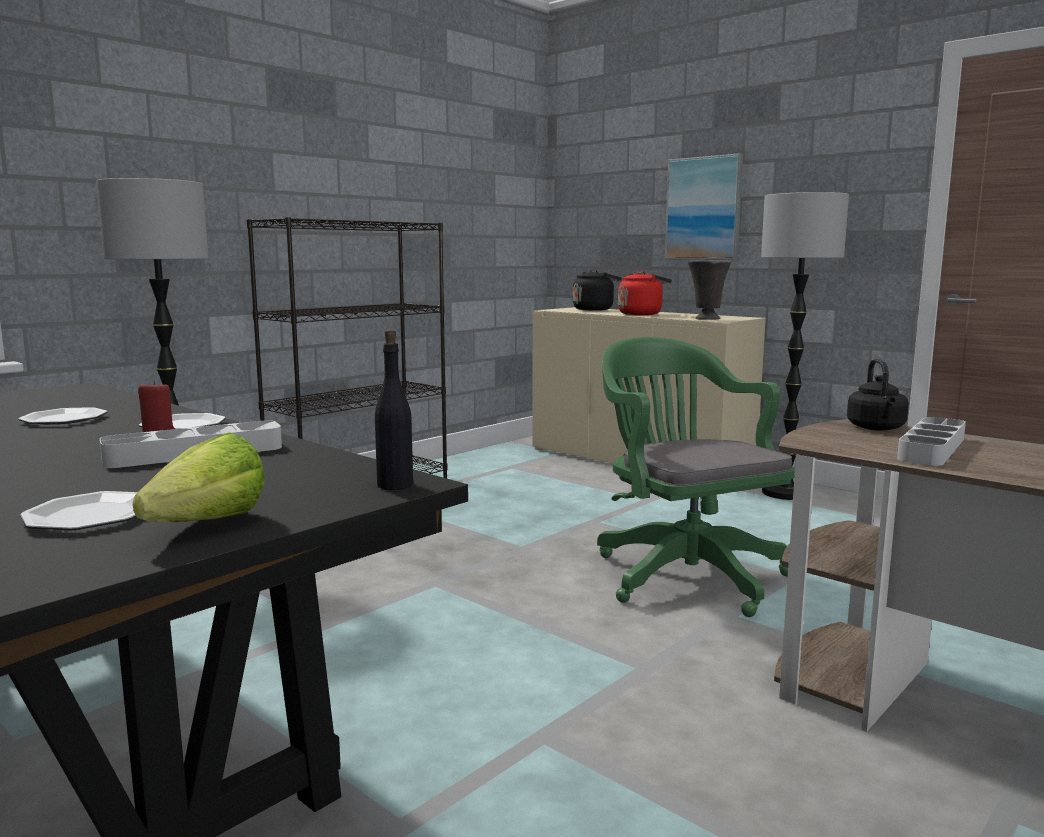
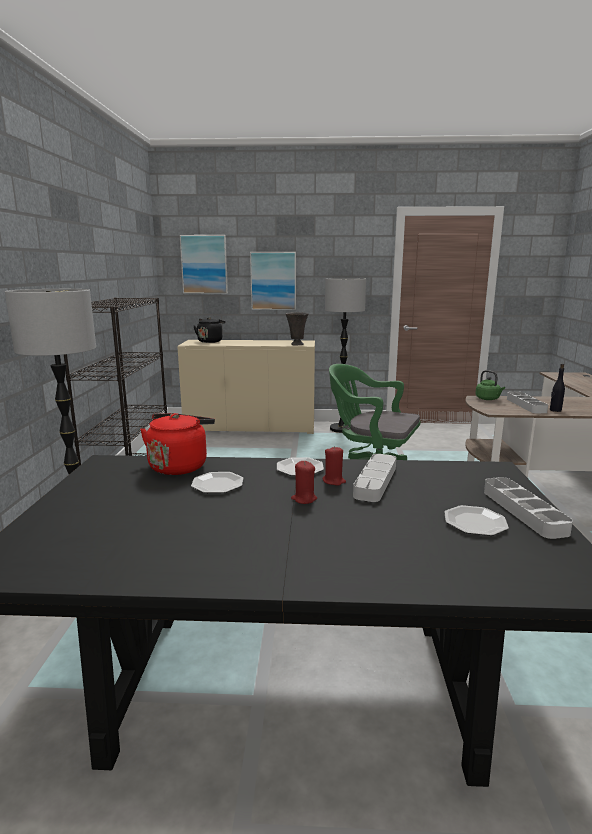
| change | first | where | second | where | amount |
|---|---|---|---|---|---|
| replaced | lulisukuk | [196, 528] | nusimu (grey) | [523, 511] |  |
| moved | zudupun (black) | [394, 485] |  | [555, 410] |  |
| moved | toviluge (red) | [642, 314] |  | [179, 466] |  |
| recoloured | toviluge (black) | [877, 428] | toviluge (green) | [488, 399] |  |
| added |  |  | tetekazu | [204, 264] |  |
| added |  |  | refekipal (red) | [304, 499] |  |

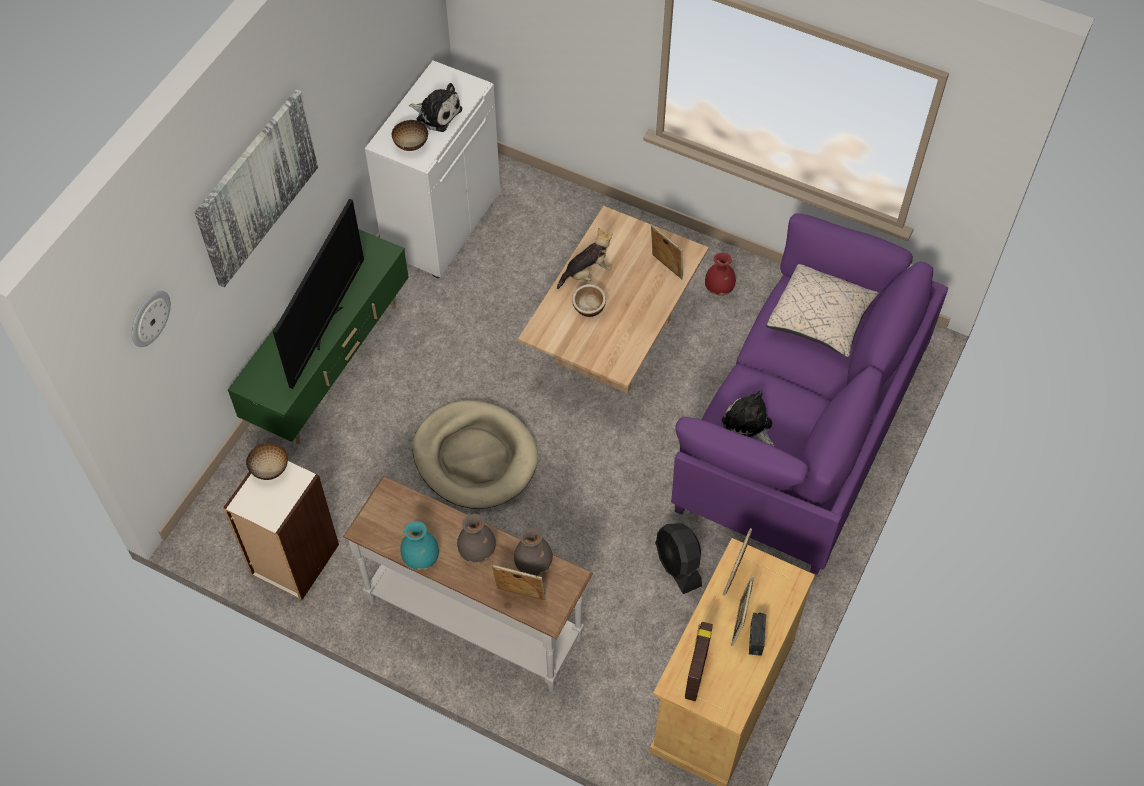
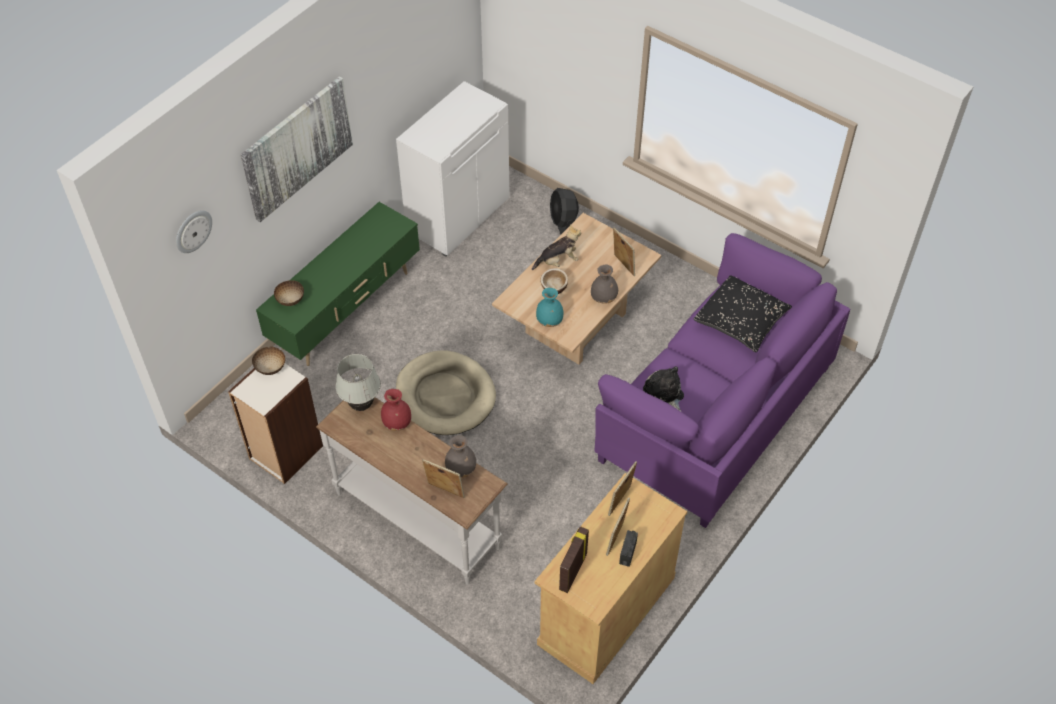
| change | first | where | second | where | amount |
|---|---|---|---|---|---|
| removed | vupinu | [325, 326] |  |  |  |
| moved | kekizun | [411, 144] |  | [290, 300] |  |
| moved | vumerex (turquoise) | [421, 558] |  | [550, 321] |  |
| removed | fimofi | [437, 114] |  |  |  |
| moved | vumerex (grey) | [478, 550] |  | [604, 298] |  |
| moved | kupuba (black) | [678, 565] |  | [564, 224] |  |
| moved | vumerex (red) | [719, 288] |  | [397, 423] |  |
| recoloured | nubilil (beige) | [820, 319] | nubilil (black) | [741, 321] |  |
| added |  |  | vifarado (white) | [361, 405] |  |

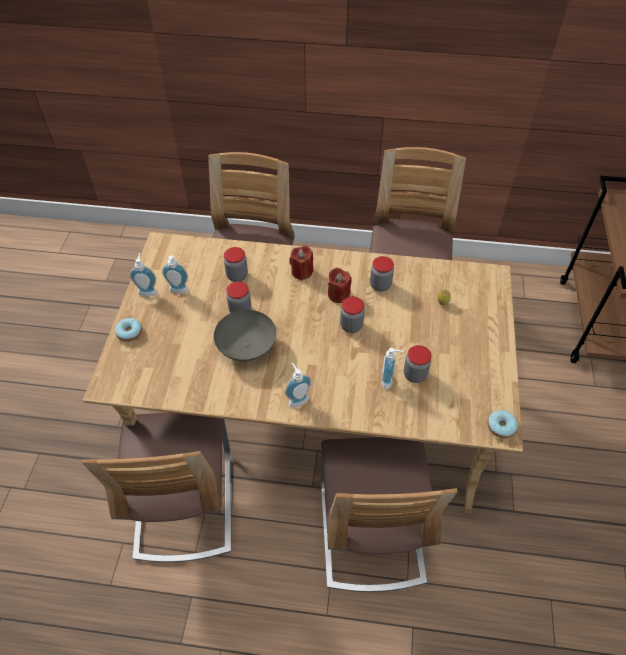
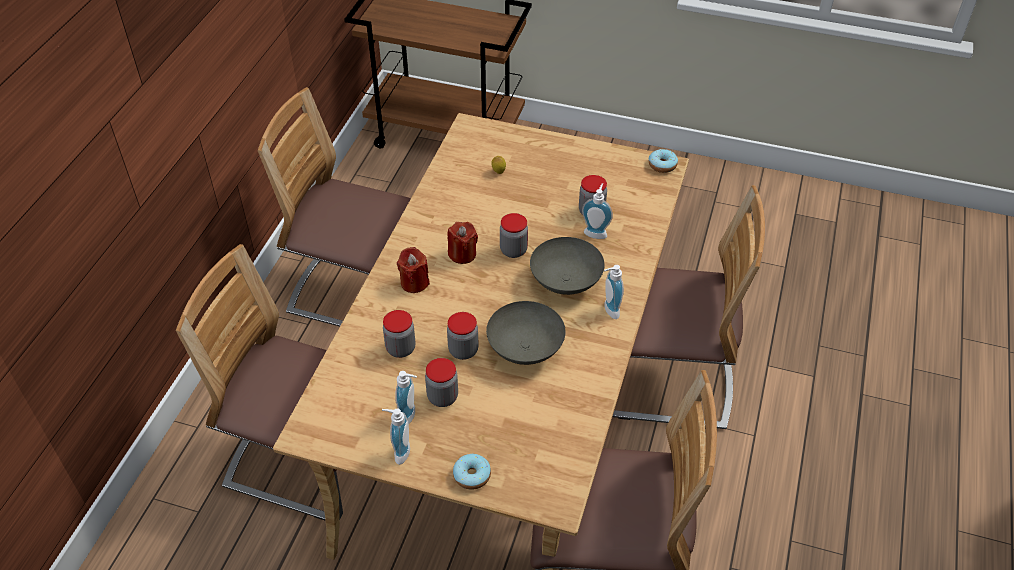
| change | first | where | second | where | amount |
|---|---|---|---|---|---|
| moved | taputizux | [380, 285] |  | [442, 397] |  |
| added |  |  | kekizun (grey) | [566, 281] |  |

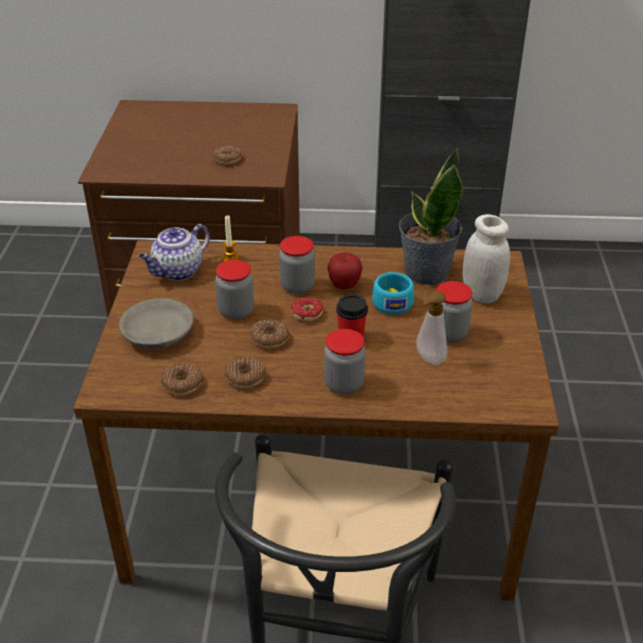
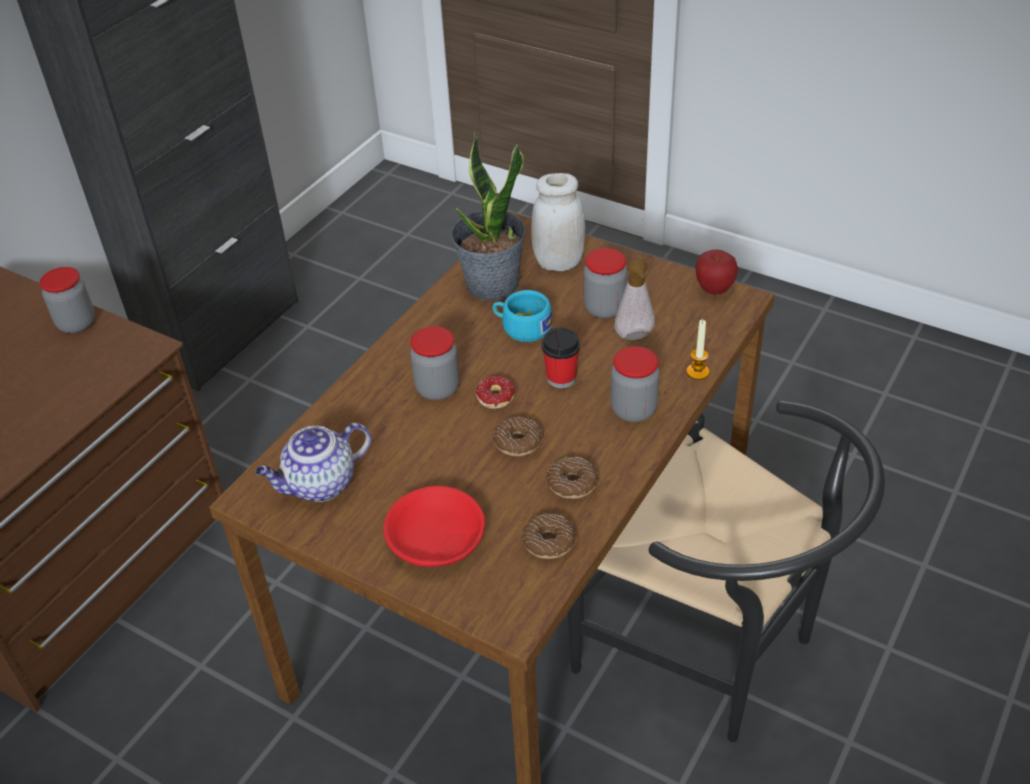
| change | first | where | second | where | amount |
|---|---|---|---|---|---|
| recoloured | kekizun (grey) | [157, 334] | kekizun (red) | [436, 540] |  |
| turned | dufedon | [177, 271] |  | [320, 485] | 75 degrees clockwise |
| removed | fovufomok | [227, 160] |  |  |  |
| moved | taputizux | [236, 311] |  | [76, 323] |  |
| moved | refekipal | [230, 258] |  | [697, 372] |  |
| moved | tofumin | [344, 286] |  | [714, 289] |  |

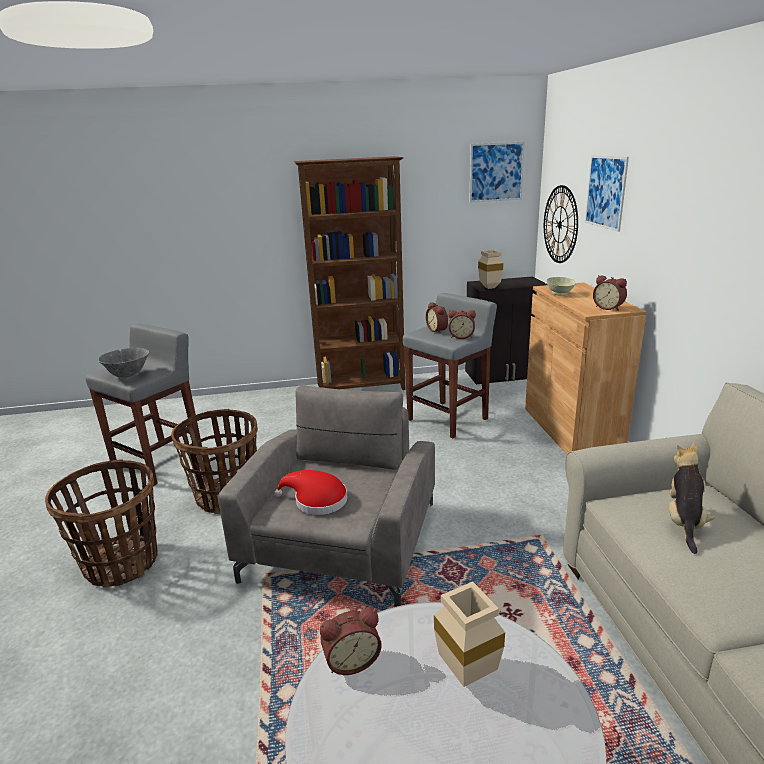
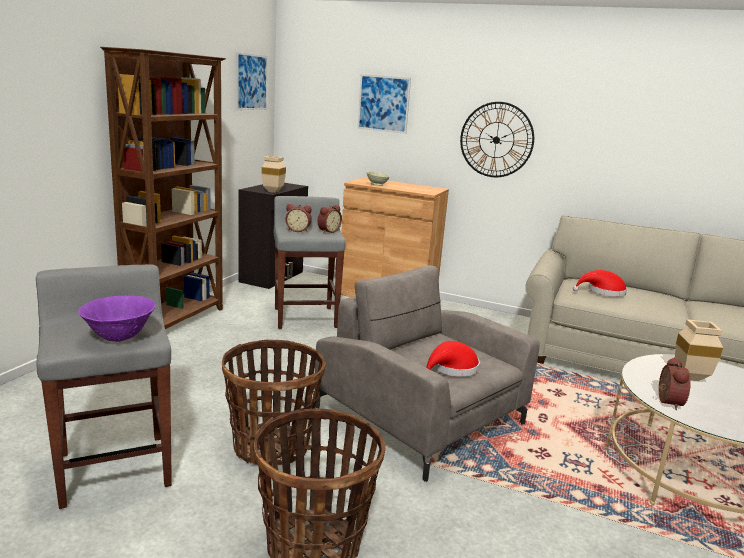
| change | first | where | second | where | amount |
|---|---|---|---|---|---|
| recoloured | kekizun (grey) | [128, 375] | kekizun (purple) | [119, 338] |  |
| moved | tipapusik | [560, 224] |  | [496, 140] |  |
| removed | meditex | [609, 308] |  |  |  |
| replaced | fimofi | [684, 521] | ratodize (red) | [603, 292] |  |

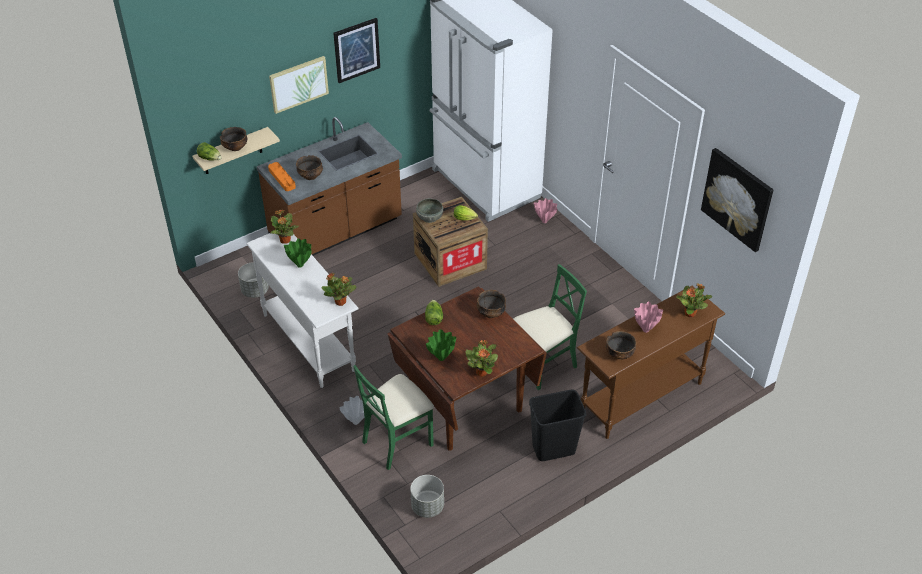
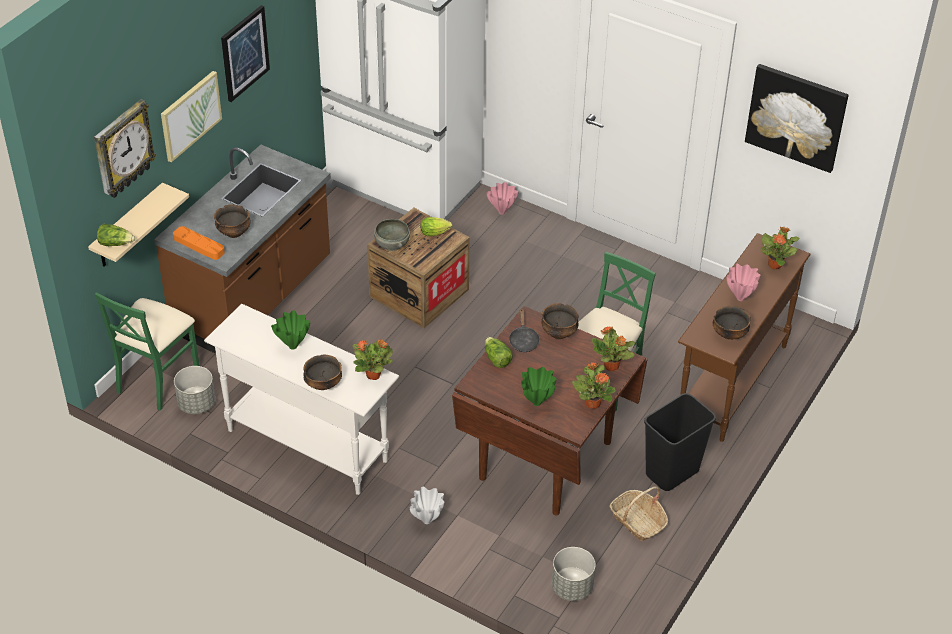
| change | first | where | second | where | amount |
|---|---|---|---|---|---|
| moved | kekizun | [235, 148] |  | [323, 384] |  |
| moved | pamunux | [285, 240] |  | [611, 366] |  |
| moved | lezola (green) | [397, 441] |  | [157, 379] |  |
| added |  |  | tipapusik | [122, 149] |  |
| added |  |  | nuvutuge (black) | [523, 340] |  |
| added |  |  | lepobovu | [638, 521] |  |

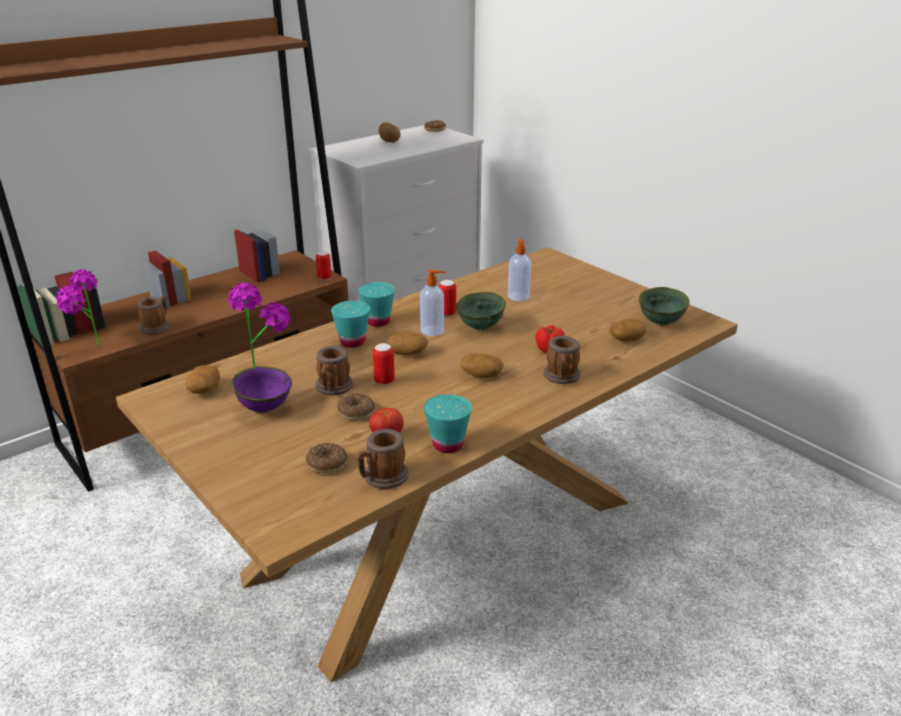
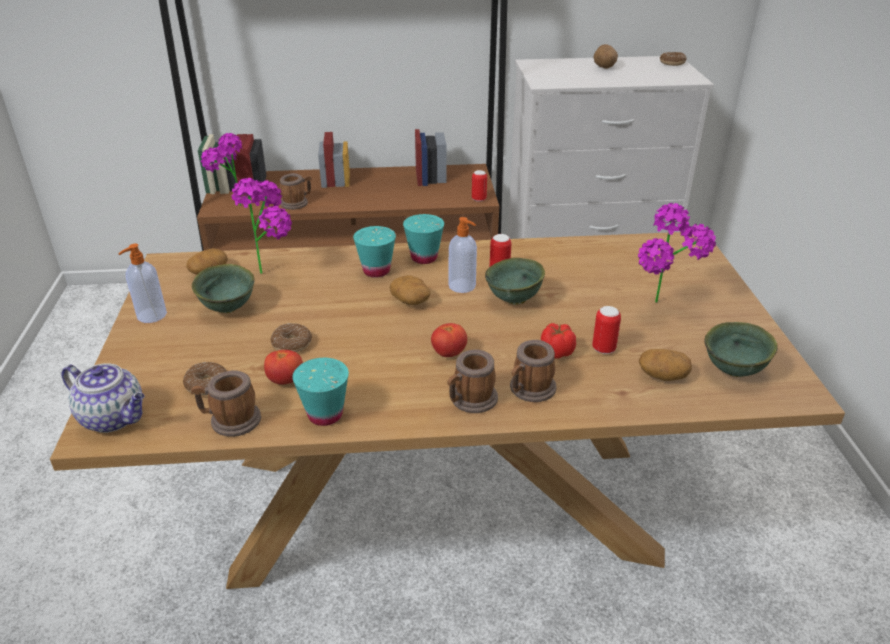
| change | first | where | second | where | amount |
|---|---|---|---|---|---|
| recoloured | kekizun (purple) | [264, 408] | kekizun (green) | [229, 308] |  |
| moved | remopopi | [333, 388] |  | [470, 401] |  |
| moved | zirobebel | [384, 381] |  | [603, 349] |  |
| replaced | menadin | [481, 375] | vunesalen | [449, 353] |  |
| moved | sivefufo | [518, 297] |  | [151, 316] |  |
| added |  |  | dufedon | [114, 418] |  |
| added |  |  | pamunux | [663, 309] |  |

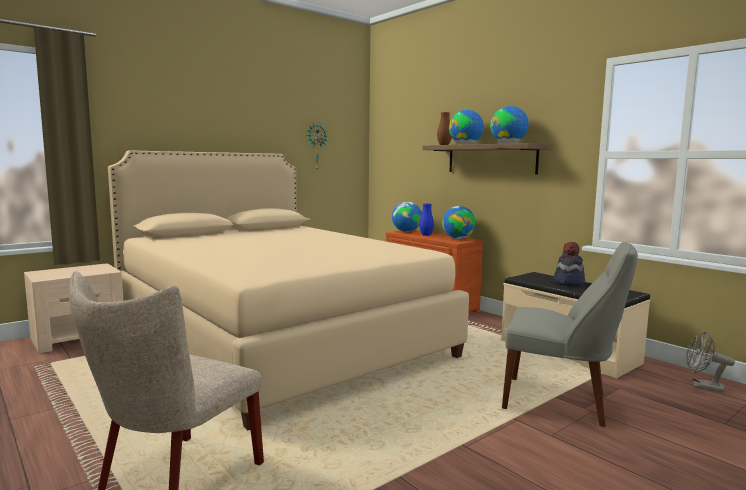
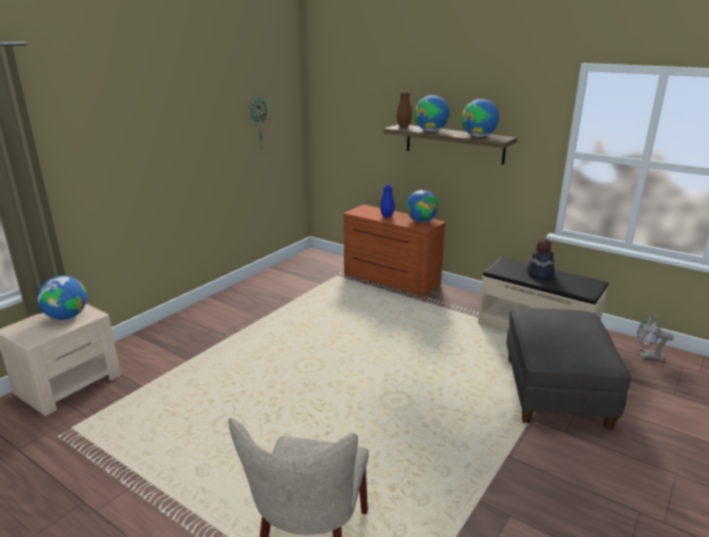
| change | first | where | second | where | amount |
|---|---|---|---|---|---|
| removed | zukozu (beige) | [276, 338] |  |  |  |
| moved | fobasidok | [406, 231] |  | [66, 316] |  |
| replaced | lezola (grey) | [560, 402] | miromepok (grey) | [556, 393] |  |

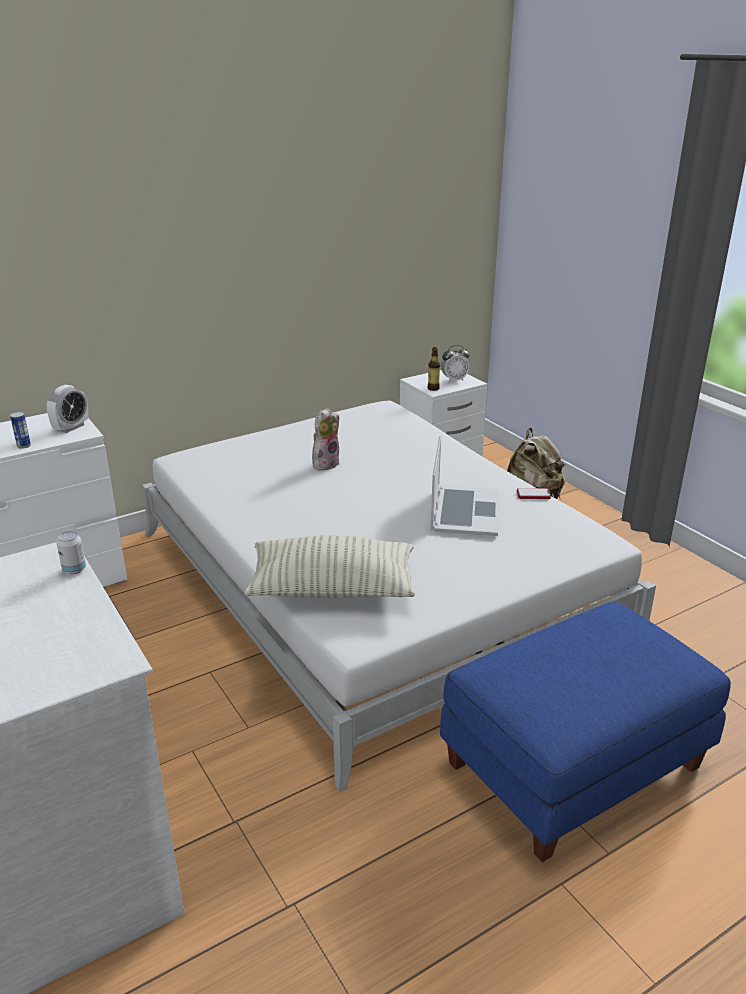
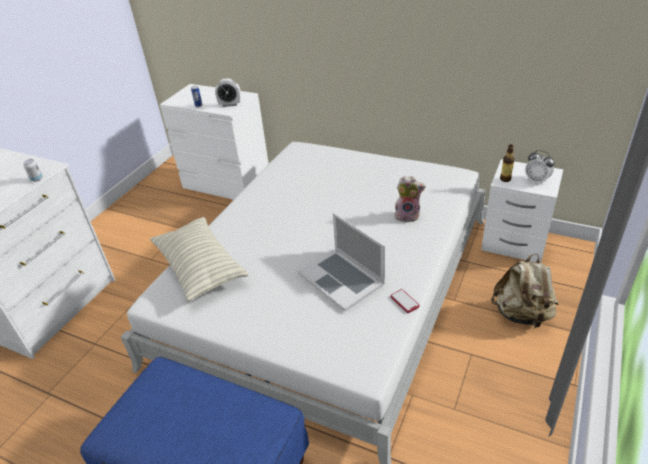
| change | first | where | second | where | amount |
|---|---|---|---|---|---|
| moved | fimofi | [325, 463] |  | [407, 216] |  |
| turned | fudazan | [464, 511] |  | [341, 278] | 75 degrees clockwise |

